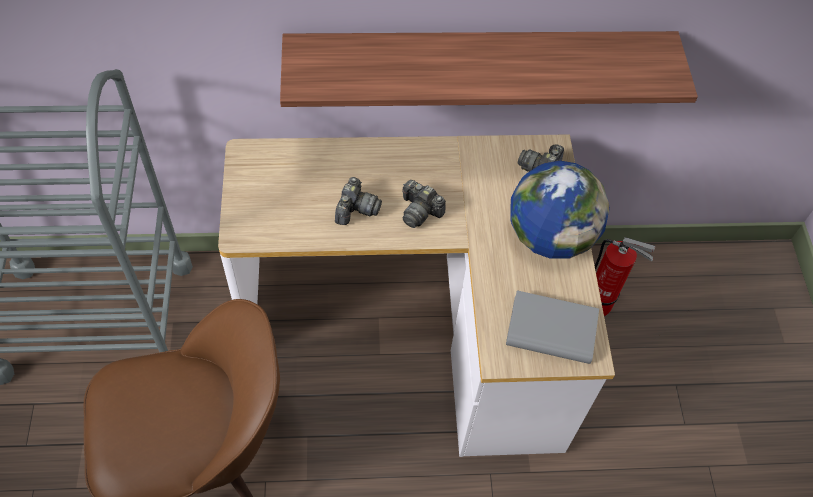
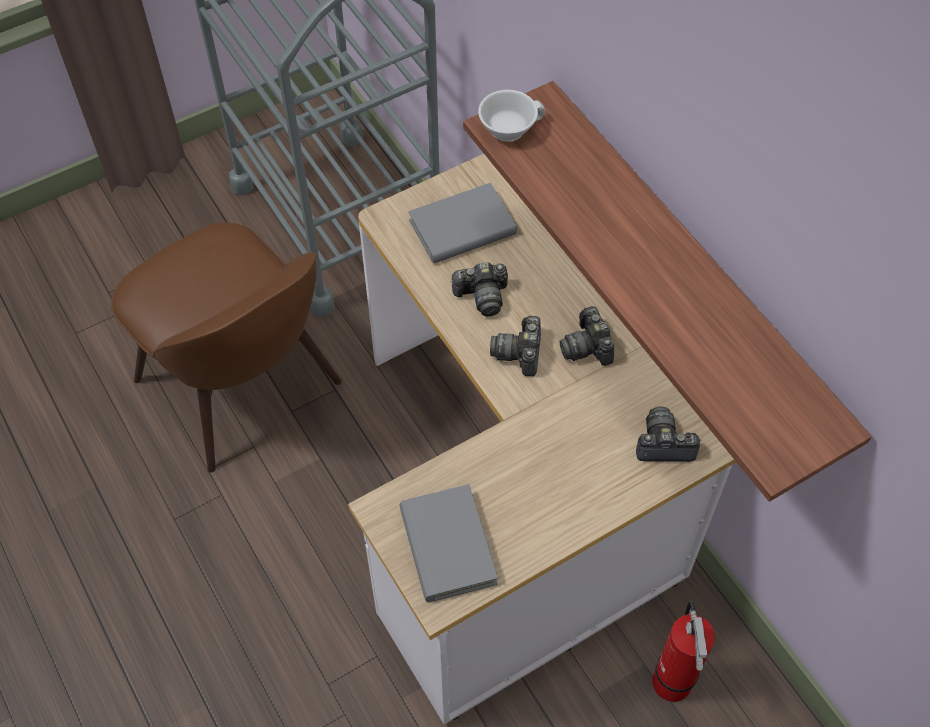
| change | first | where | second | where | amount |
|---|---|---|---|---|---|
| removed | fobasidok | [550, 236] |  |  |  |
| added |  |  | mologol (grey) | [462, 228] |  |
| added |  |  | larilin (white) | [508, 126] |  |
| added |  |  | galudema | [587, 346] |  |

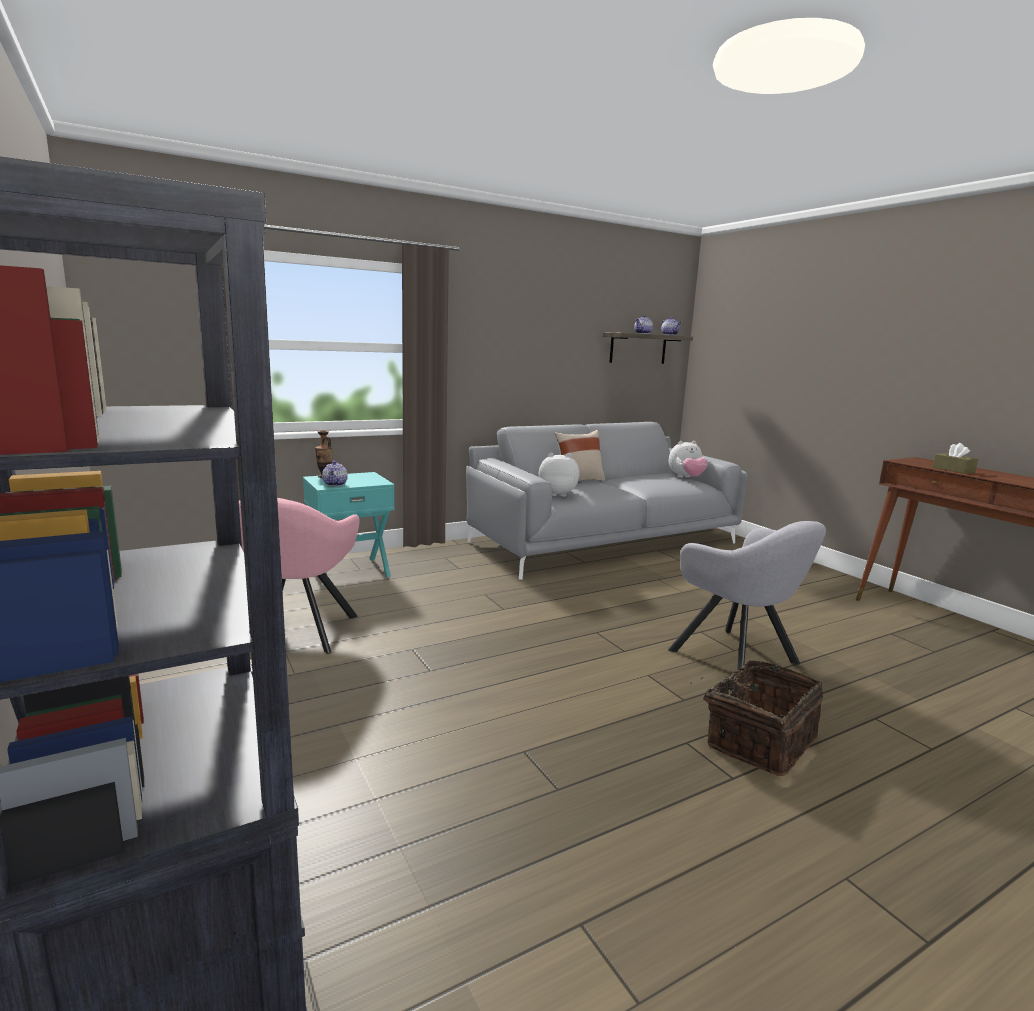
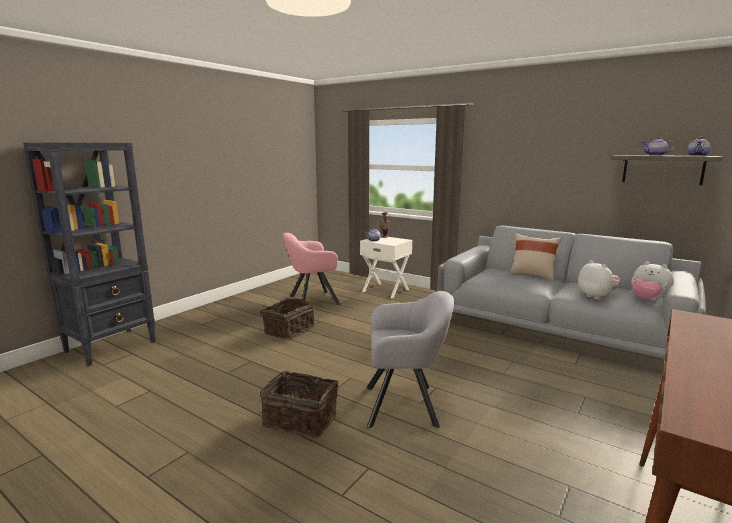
| change | first | where | second | where | amount |
|---|---|---|---|---|---|
| recoloured | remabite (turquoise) | [350, 571] | remabite (white) | [386, 290] |  |
| moved | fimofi | [557, 494] |  | [596, 296] |  |
| turned | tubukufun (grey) | [739, 659] |  | [406, 405] | 120 degrees counterclockwise |
| removed | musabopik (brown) | [953, 470] |  |  |  |
| added |  |  | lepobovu | [288, 330] |  |

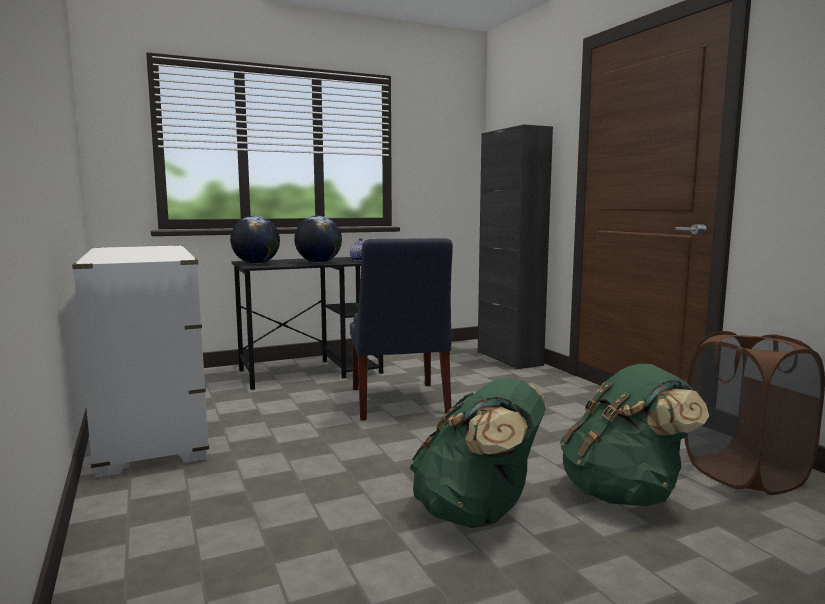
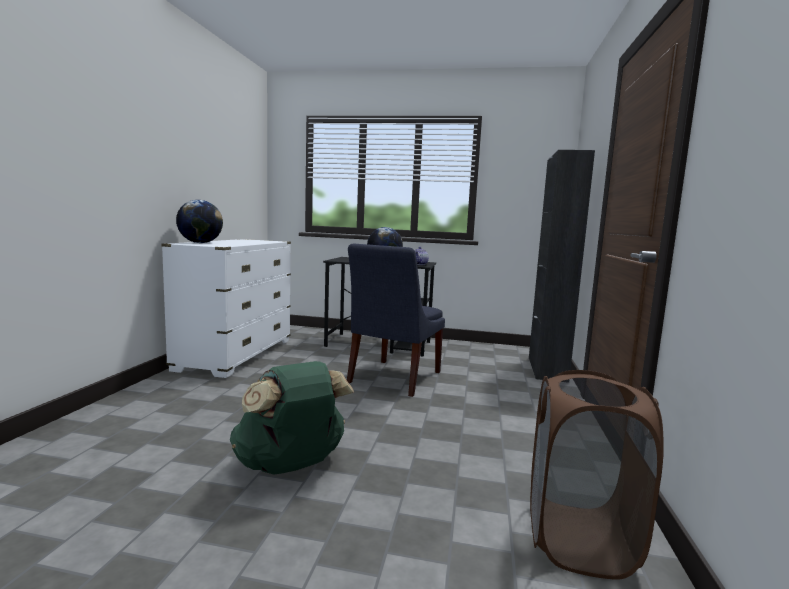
| change | first | where | second | where | amount |
|---|---|---|---|---|---|
| moved | fobasidok | [256, 263] |  | [200, 243] |  |
| removed | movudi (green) | [624, 494] |  |  |  |

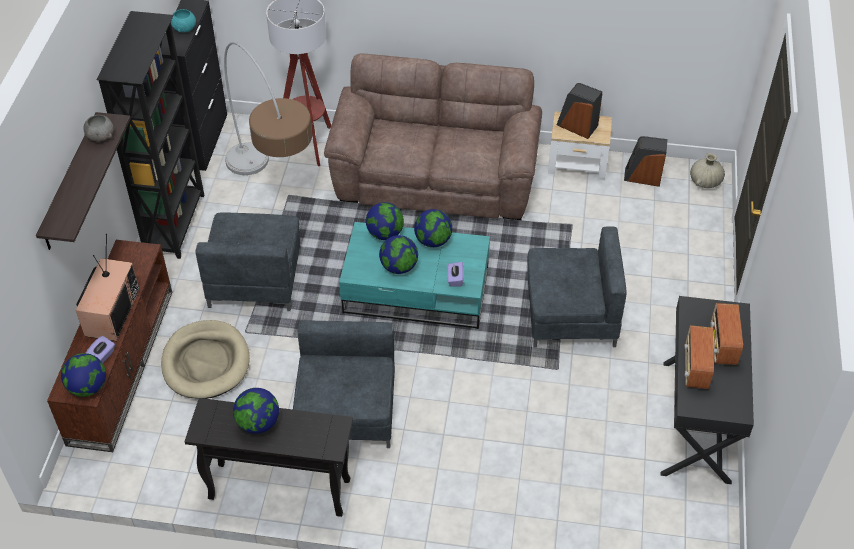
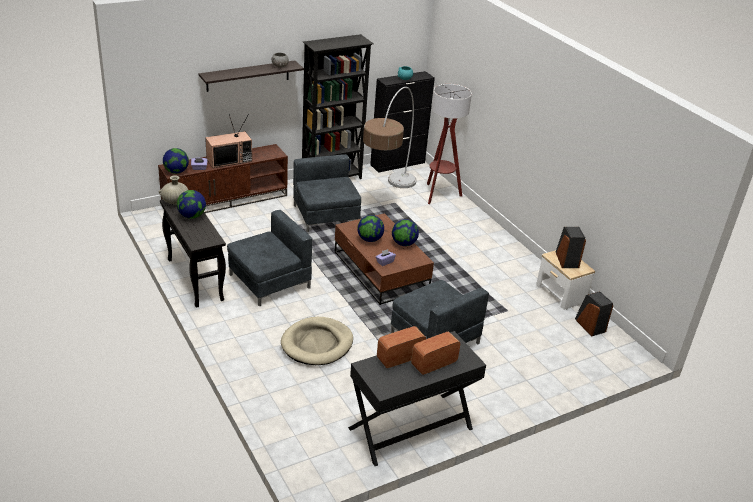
| change | first | where | second | where | amount |
|---|---|---|---|---|---|
| moved | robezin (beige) | [206, 362] |  | [317, 344] |  |
| turned | tubukufun (grey) | [256, 278] |  | [325, 216] | 105 degrees clockwise |
| removed | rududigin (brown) | [436, 175] |  |  |  |
| recoloured | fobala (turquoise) | [417, 290] | fobala (brown) | [381, 272] |  |
| removed | fobasidok | [385, 234] |  |  |  |
| moved | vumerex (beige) | [705, 181] |  | [175, 201] |  |

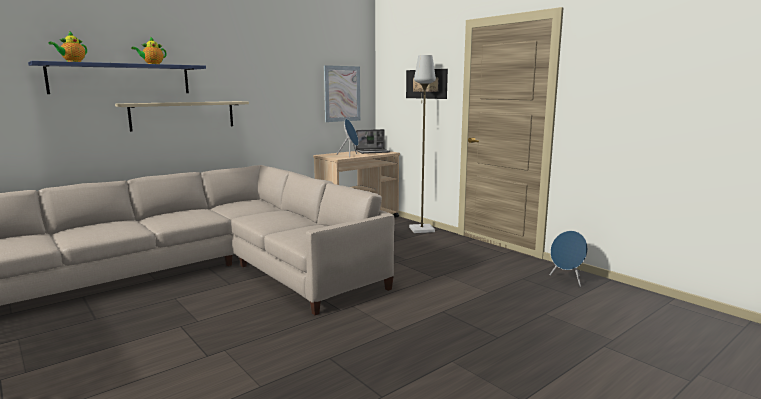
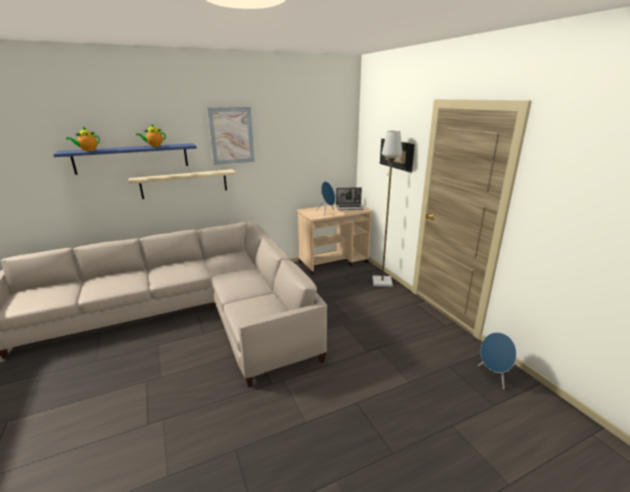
| change | first | where | second | where | amount |
|---|---|---|---|---|---|
| moved | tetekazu | [342, 93] |  | [231, 135] |  |

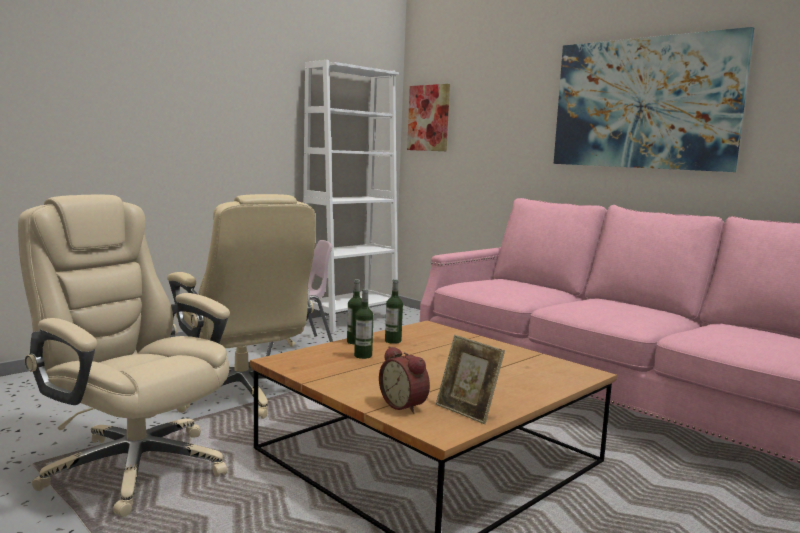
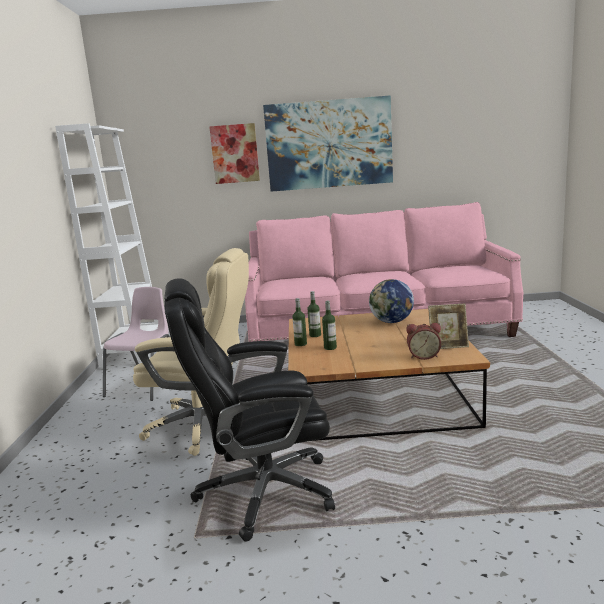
| change | first | where | second | where | amount |
|---|---|---|---|---|---|
| recoloured | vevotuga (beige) | [134, 466] | vevotuga (black) | [262, 492] |  |
| moved | tetekazu | [429, 118] |  | [235, 153] |  |
| added |  |  | fobasidok | [391, 322] |  |

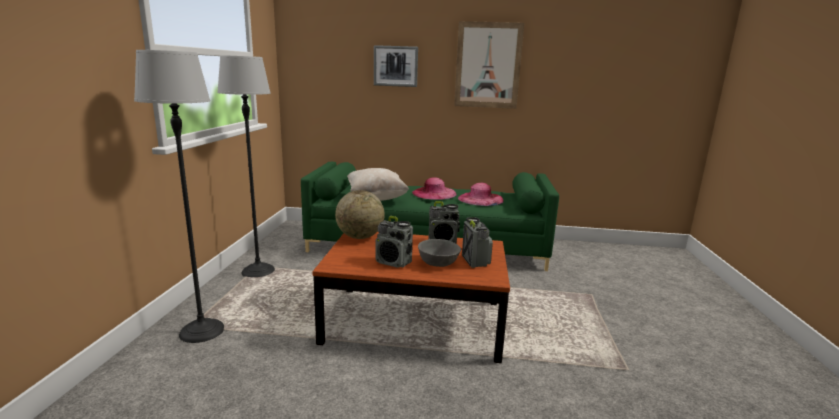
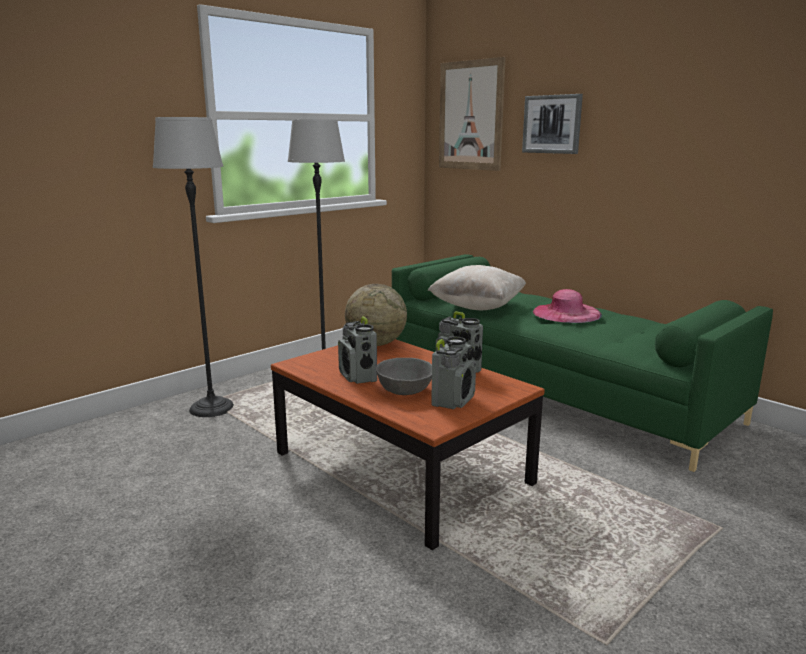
| change | first | where | second | where | amount |
|---|---|---|---|---|---|
| moved | tetekazu | [488, 65] |  | [470, 115] |  |
| removed | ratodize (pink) | [480, 199] |  |  |  |

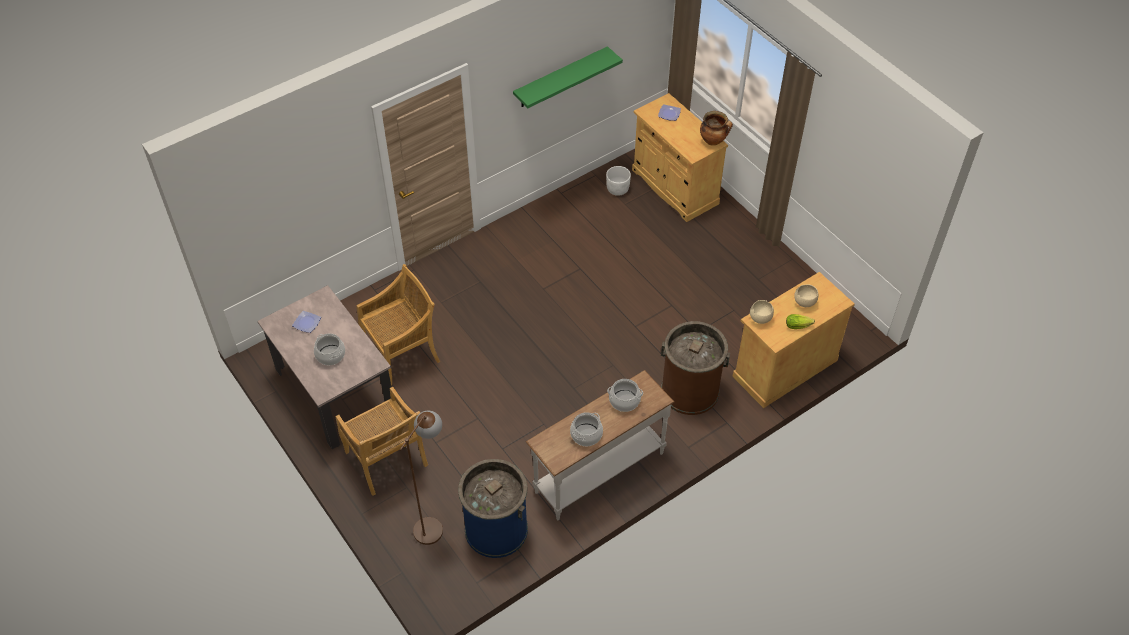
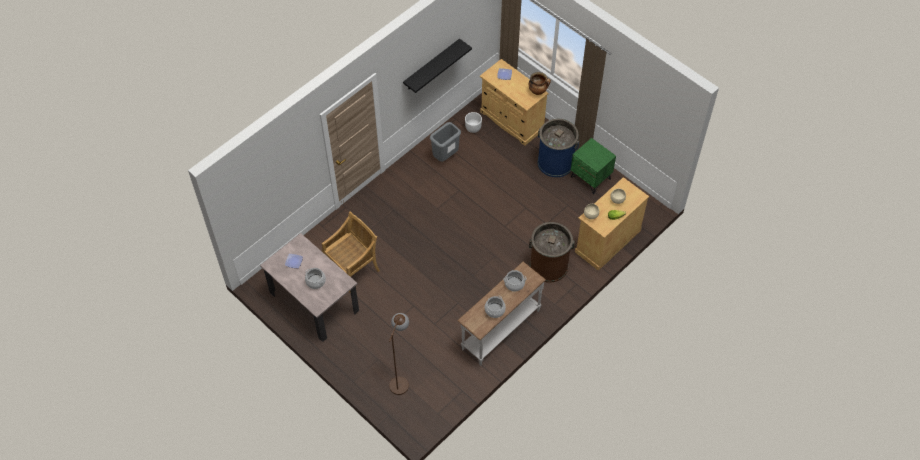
| change | first | where | second | where | amount |
|---|---|---|---|---|---|
| removed | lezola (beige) | [386, 460] |  |  |  |
| moved | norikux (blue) | [496, 529] |  | [555, 162] |  |
| recoloured | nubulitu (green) | [560, 78] | nubulitu (black) | [431, 65] |  |
| added |  |  | norikux (grey) | [445, 156] |  |
| added |  |  | remabite (green) | [591, 178] |  |

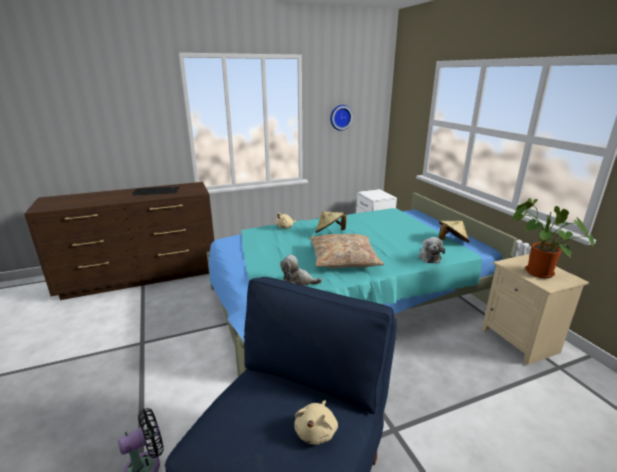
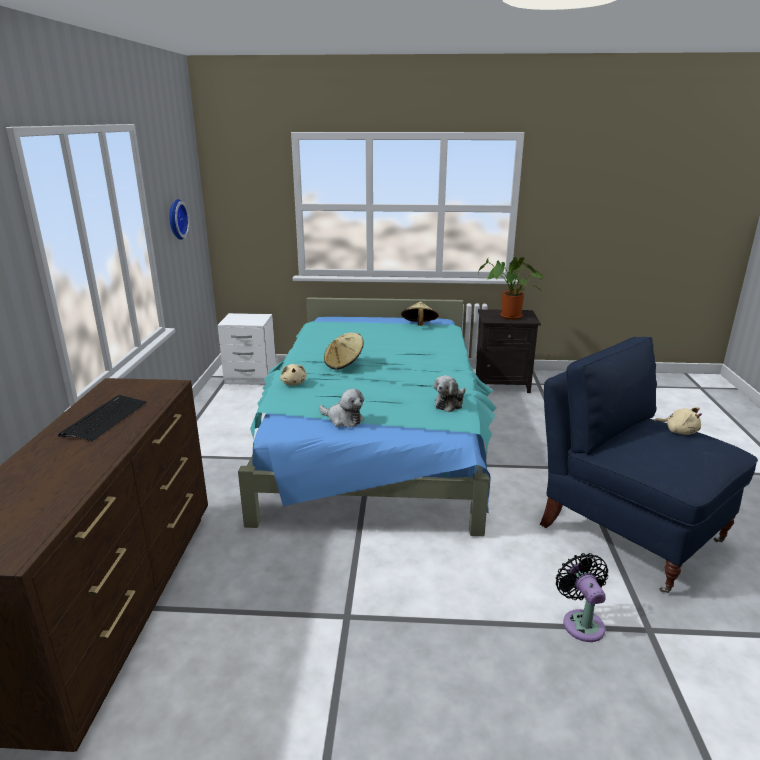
| change | first | where | second | where | amount |
|---|---|---|---|---|---|
| removed | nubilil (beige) | [343, 259] |  |  |  |
| moved | fimofi | [429, 257] |  | [343, 419] |  |
| recoloured | remabite (beige) | [521, 341] | remabite (black) | [503, 383] |  |

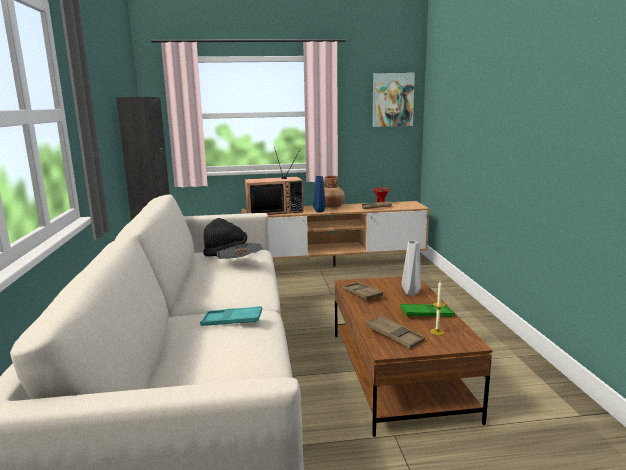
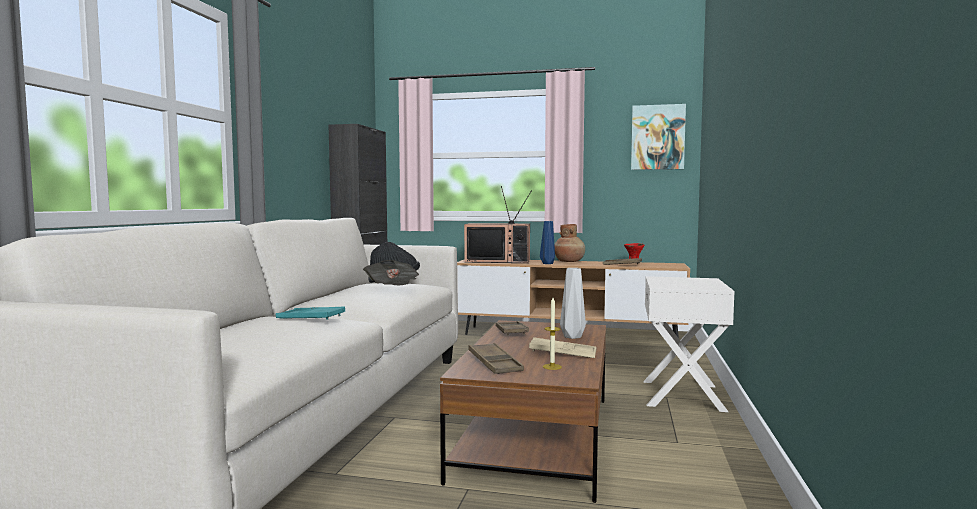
| change | first | where | second | where | amount |
|---|---|---|---|---|---|
| recoloured | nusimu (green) | [426, 314] | nusimu (beige) | [562, 353] |  |
| added |  |  | remabite (white) | [684, 395] |  |

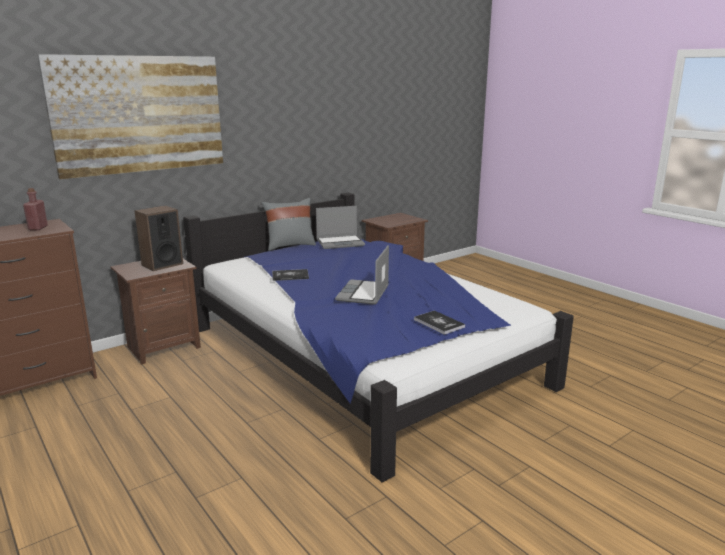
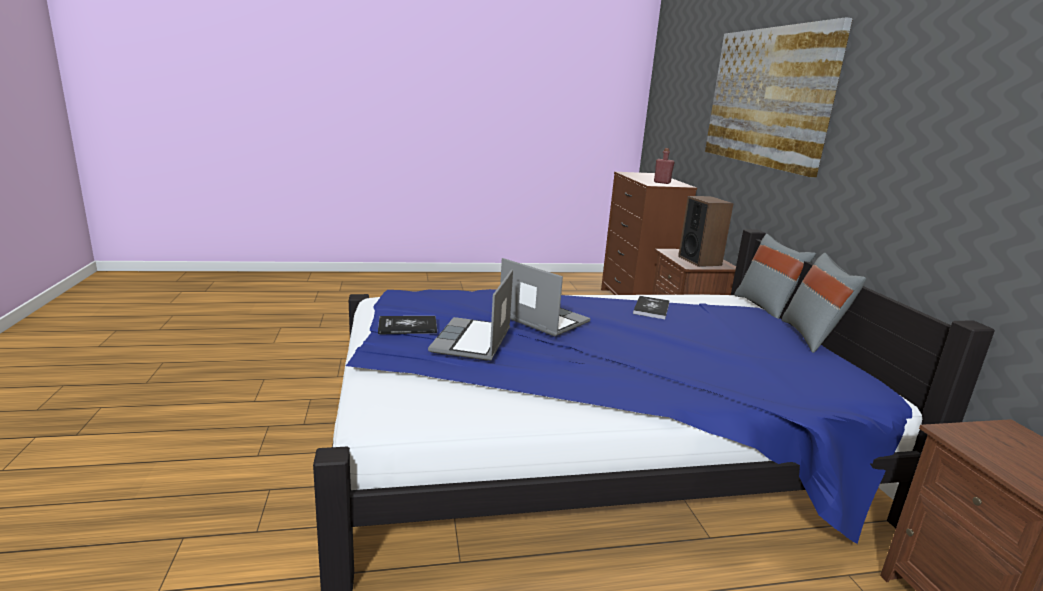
| change | first | where | second | where | amount |
|---|---|---|---|---|---|
| moved | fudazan | [340, 243] |  | [472, 341] |  |
| added |  |  | nubilil (grey) | [766, 307] |  |

